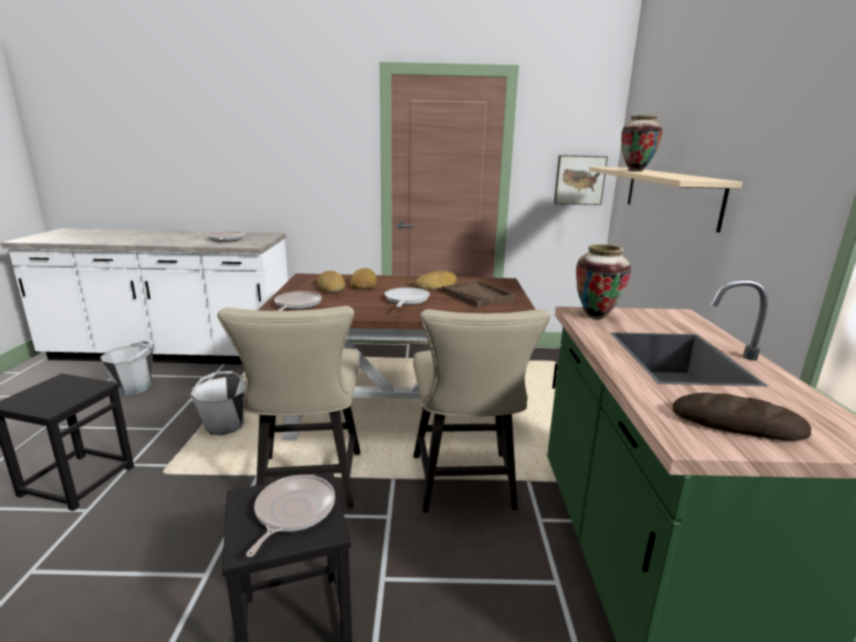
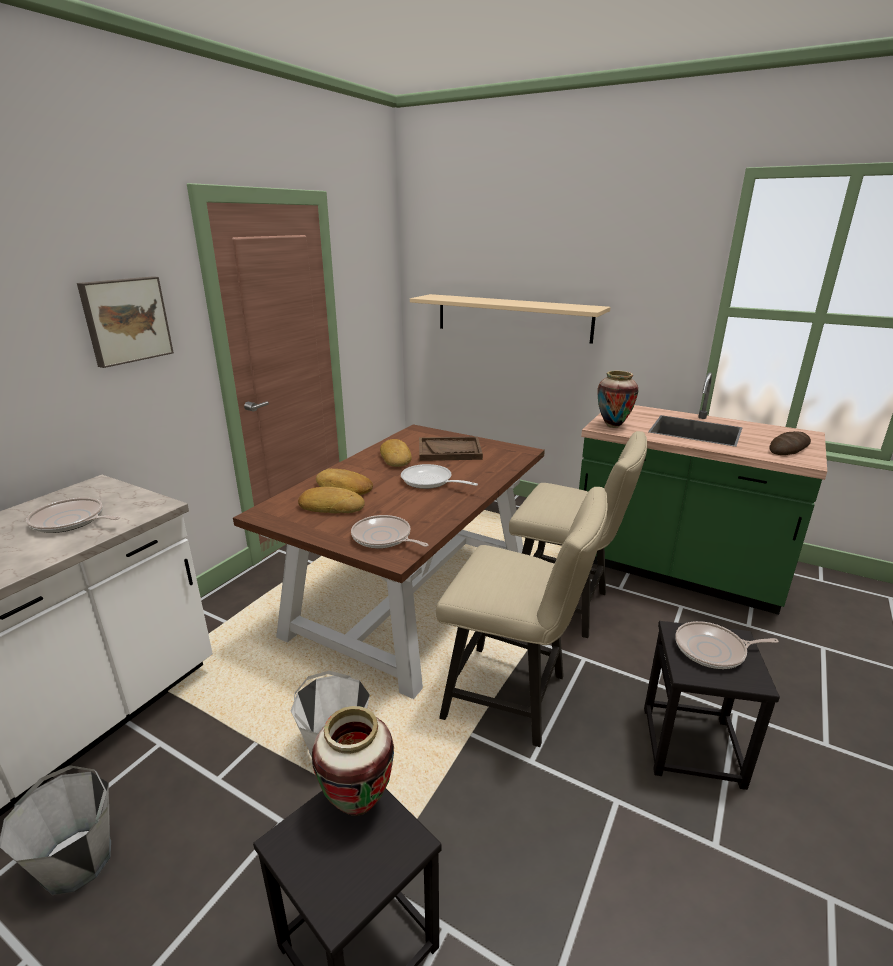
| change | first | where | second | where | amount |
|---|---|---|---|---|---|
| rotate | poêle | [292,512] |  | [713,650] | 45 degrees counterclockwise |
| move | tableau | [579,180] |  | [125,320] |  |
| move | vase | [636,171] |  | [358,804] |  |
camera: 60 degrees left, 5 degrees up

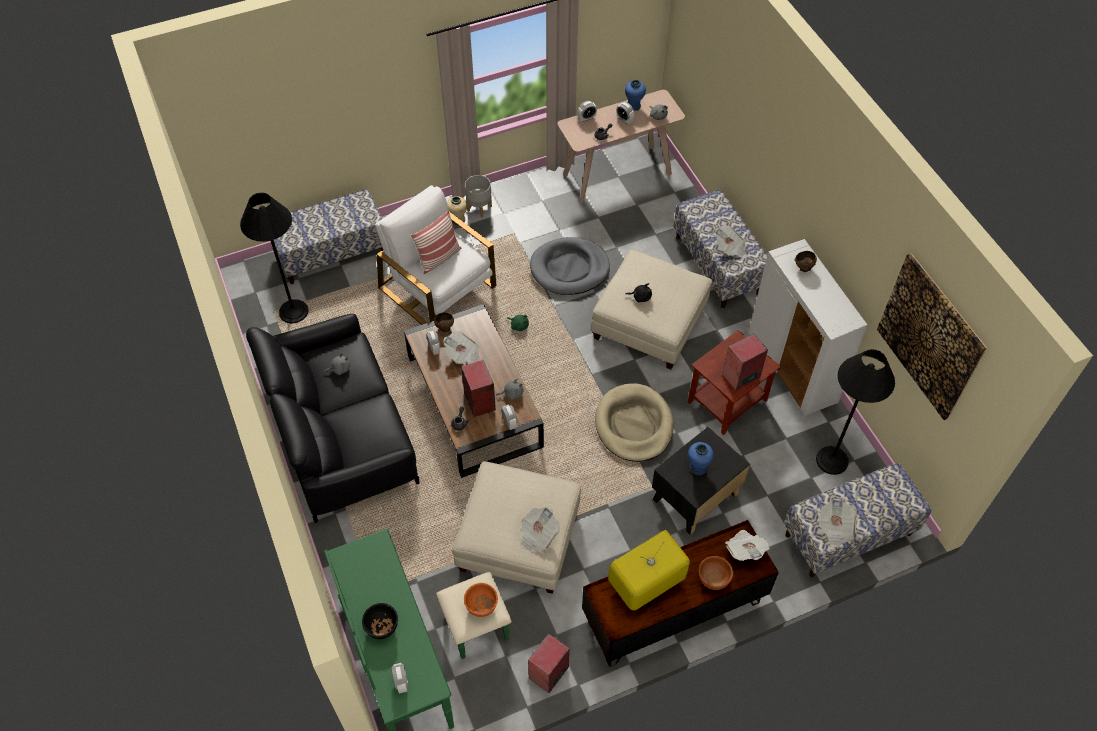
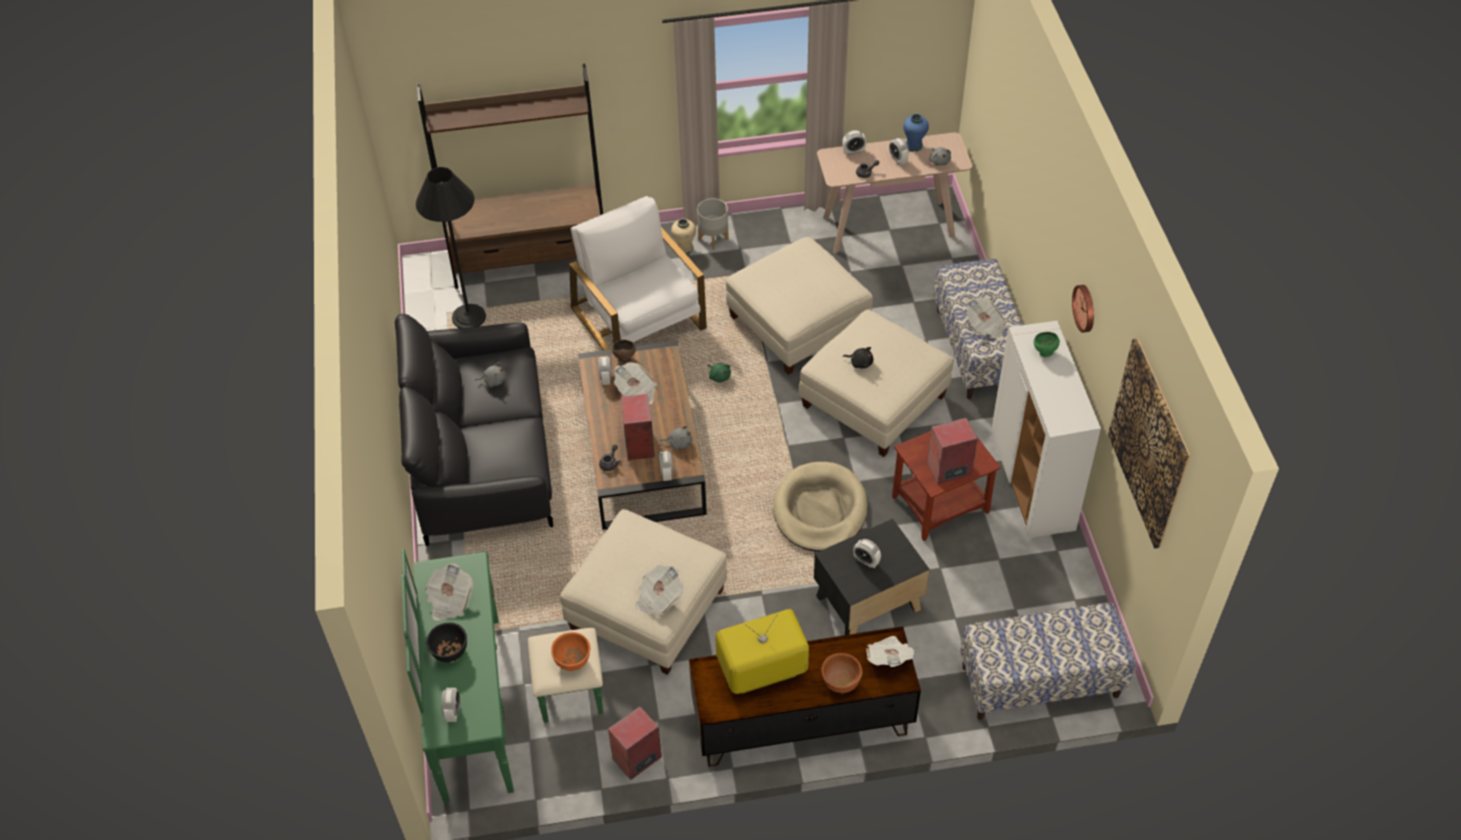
| change | first | where | second | where | amount |
|---|---|---|---|---|---|
| replace | banc | [332,253] | bibliothèque (marron) | [531,261] |  |
| delete | coussin | [439,258] |  |  |  |
| replace | panier pour chien (gris) | [569,268] | pouf (beige) | [798,323] |  |
| replace | vase (bleu) | [698,467] | réveil | [866,561] |  |
| recolor | bol (marron) | [803,268] | bol (vert) | [1044,353] |  |
| delete | lampadaire (noir) | [832,460] |  |  |  |
| move | journal | [835,528] |  | [450,601] |  |
| insert |  |  | horloge murale | [1085,308] |  |
camera: 15 degrees right, 5 degrees down

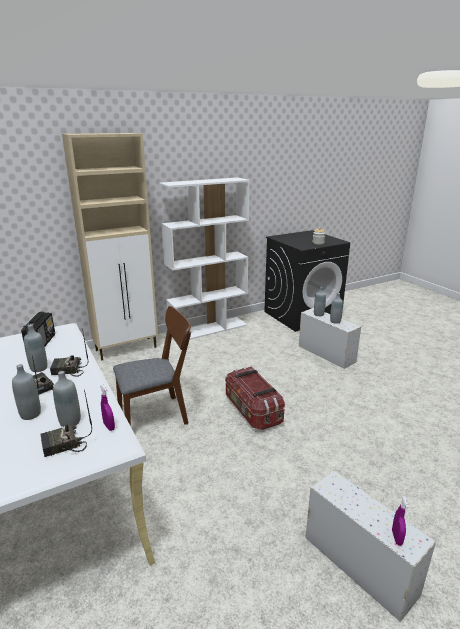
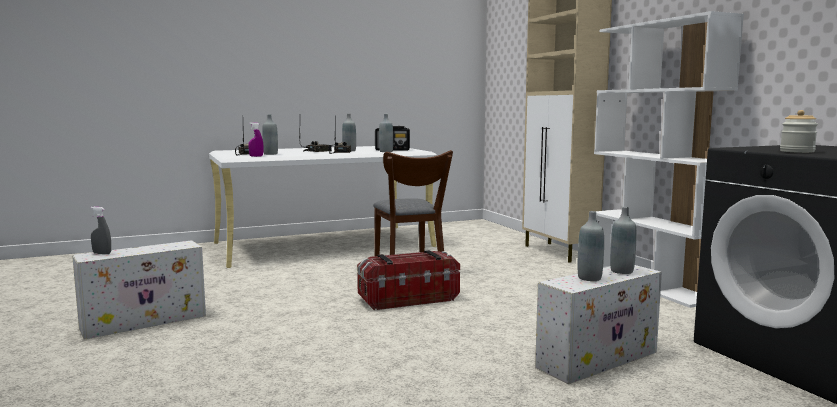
| change | first | where | second | where | amount |
|---|---|---|---|---|---|
| move | bouteille (gris) | [30,414] |  | [386,151] |  |
| recolor | vaporisateur (violet) | [396,538] | vaporisateur (gris) | [102,253] |  |
camera: 95 degrees right, 15 degrees down

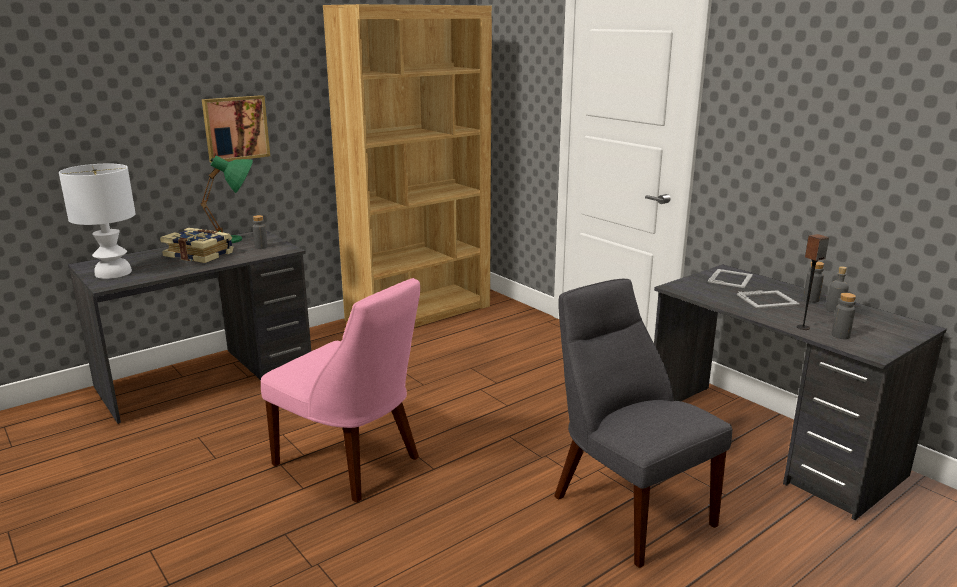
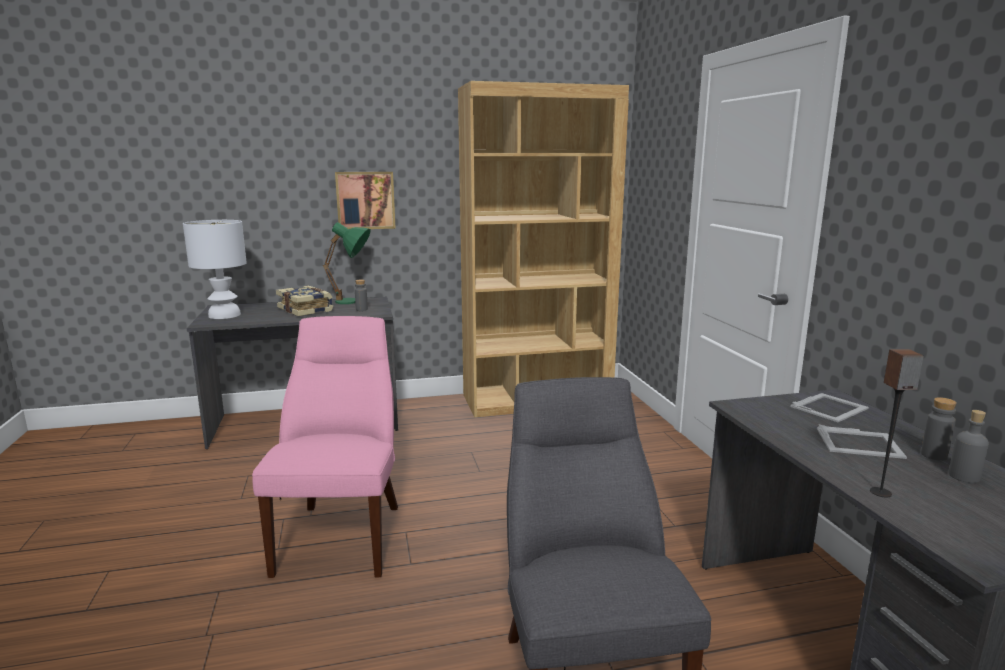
| change | first | where | second | where | amount |
|---|---|---|---|---|---|
| rotate | chaise (rose) | [352,463] |  | [342,535] | 150 degrees counterclockwise |
| delete | bouteille (gris) | [840,335] |  |  |  |
camera: 25 degrees right, 5 degrees down

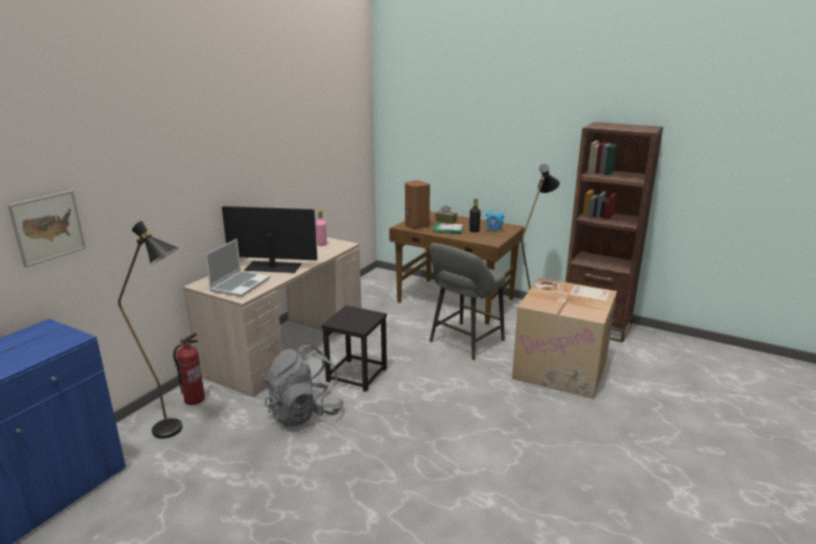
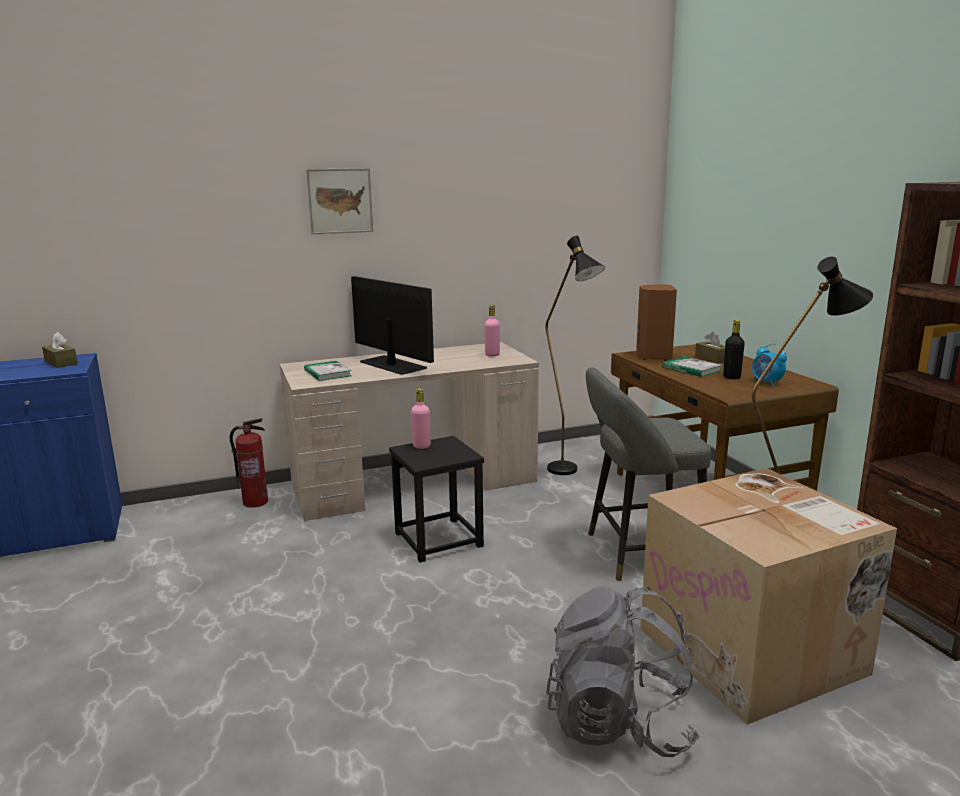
| change | first | where | second | where | amount |
|---|---|---|---|---|---|
| move | tableau | [48,227] |  | [340,201] |  |
| move | lampadaire (noir) | [177,431] |  | [569,473] |  |
| replace | ordinateur portable | [240,285] | livre | [327,373] |  |
| move | sac à dos (gris) | [304,413] |  | [619,723] |  |
| insert |  |  | boîte à mouchoirs (marron) | [61,363] |  |
| insert |  |  | bouteille (rose) | [421,446] |  |
camera: 40 degrees right, 5 degrees down

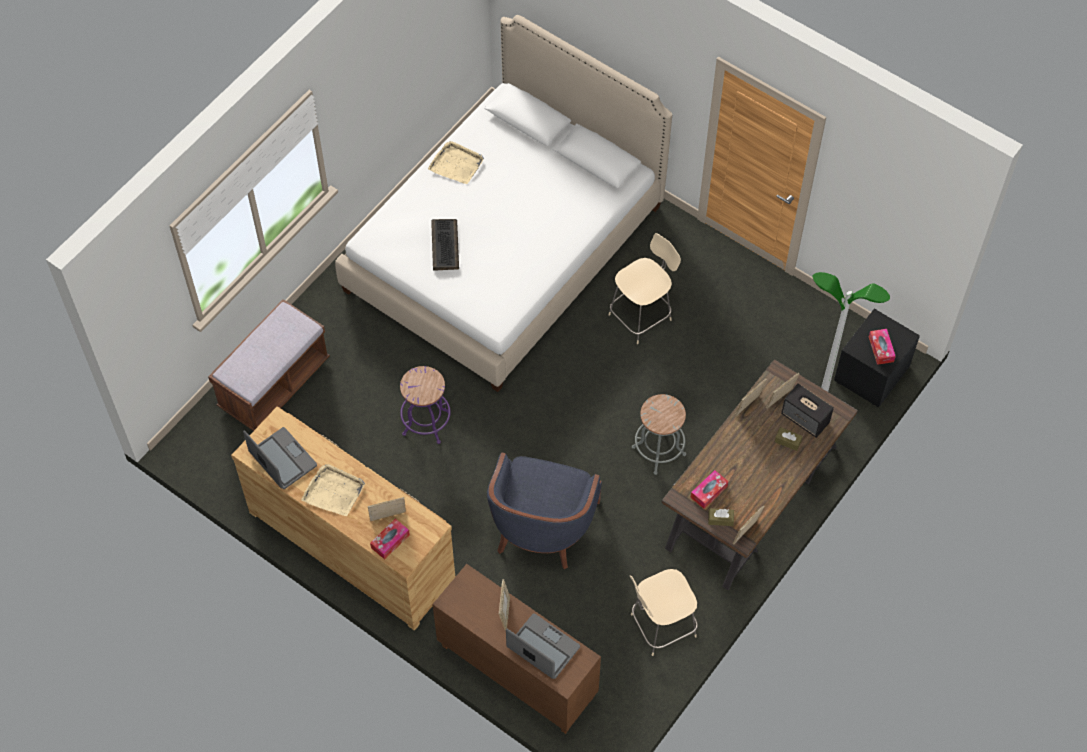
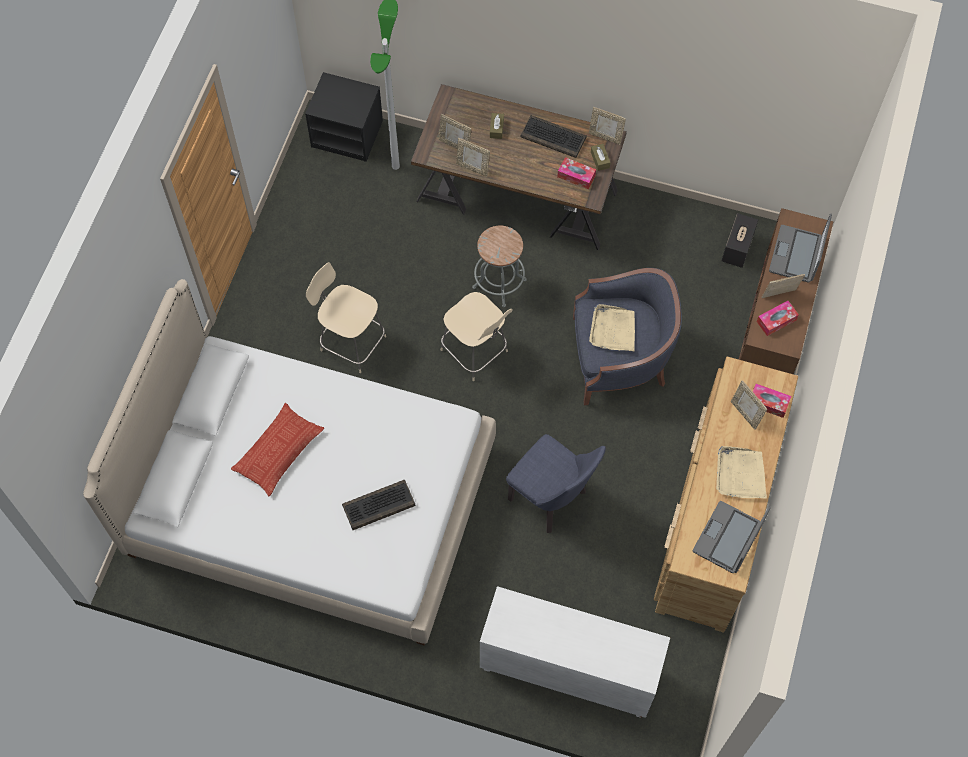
| change | first | where | second | where | amount |
|---|---|---|---|---|---|
| replace | banc (marron) | [274,384] | meuble de rangement (blanc) | [567,671] |  |
| replace | tabouret (violet) | [426,423] | chaise (bleu) | [552,500] |  |
| move | plateau (beige) | [456,164] |  | [613,330] |  |
| move | chaise (beige) | [661,626] |  | [475,352] |  |
| move | enceinte | [805,419] |  | [737,248] |  |
| move | boîte à mouchoirs | [881,349] |  | [776,321] |  |
| insert |  |  | coussin | [278,451] |  |
| insert |  |  | clavier | [554,137] |  |
camera: 110 degrees left, 5 degrees up

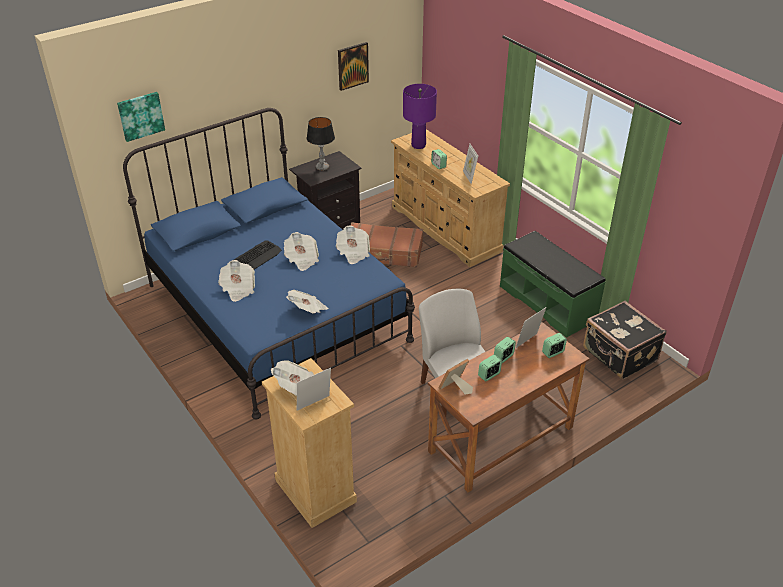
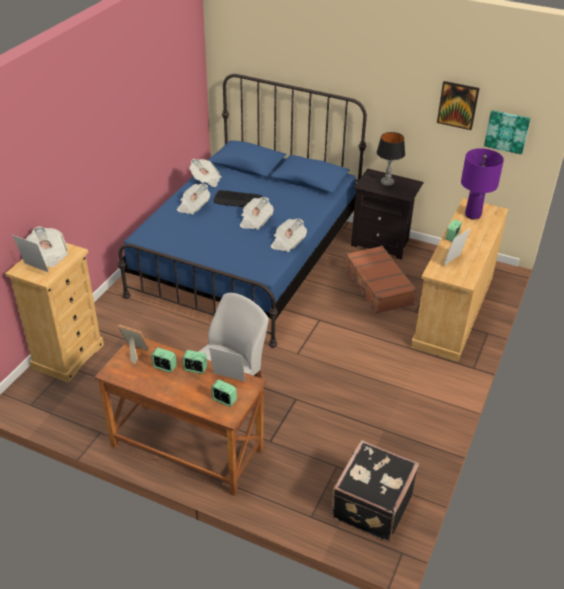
| change | first | where | second | where | amount |
|---|---|---|---|---|---|
| move | tableau | [140,116] |  | [507,131] |  |
| move | journal | [308,310] |  | [206,180] |  |
| delete | banc (vert) | [547,302] |  |  |  |
camera: 60 degrees right, 0 degrees up

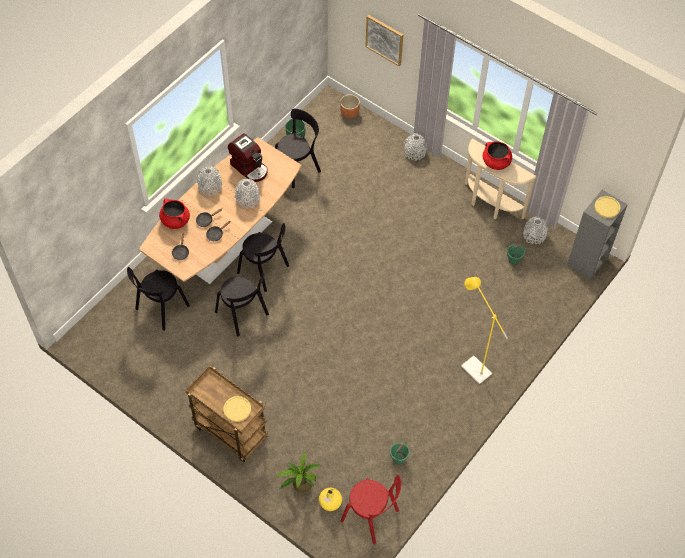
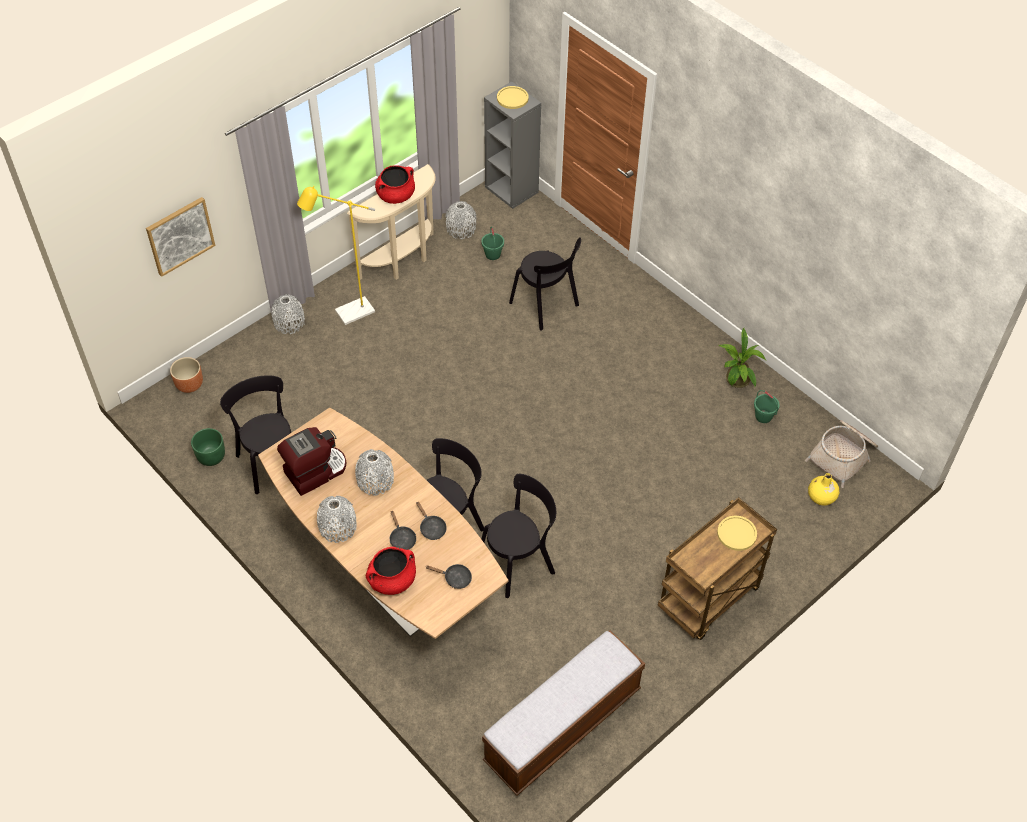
| change | first | where | second | where | amount |
|---|---|---|---|---|---|
| move | chaise (noir) | [160,309] |  | [546,306] |  |
| move | plante en pot | [299,484] |  | [737,382] |  |
| replace | chaise (rouge) | [372,517] | panier | [843,456] |  |
| move | lampadaire (jaune) | [472,366] |  | [348,314] |  |
| insert |  |  | banc | [562,726] |  |
camera: 80 degrees left, 5 degrees down

